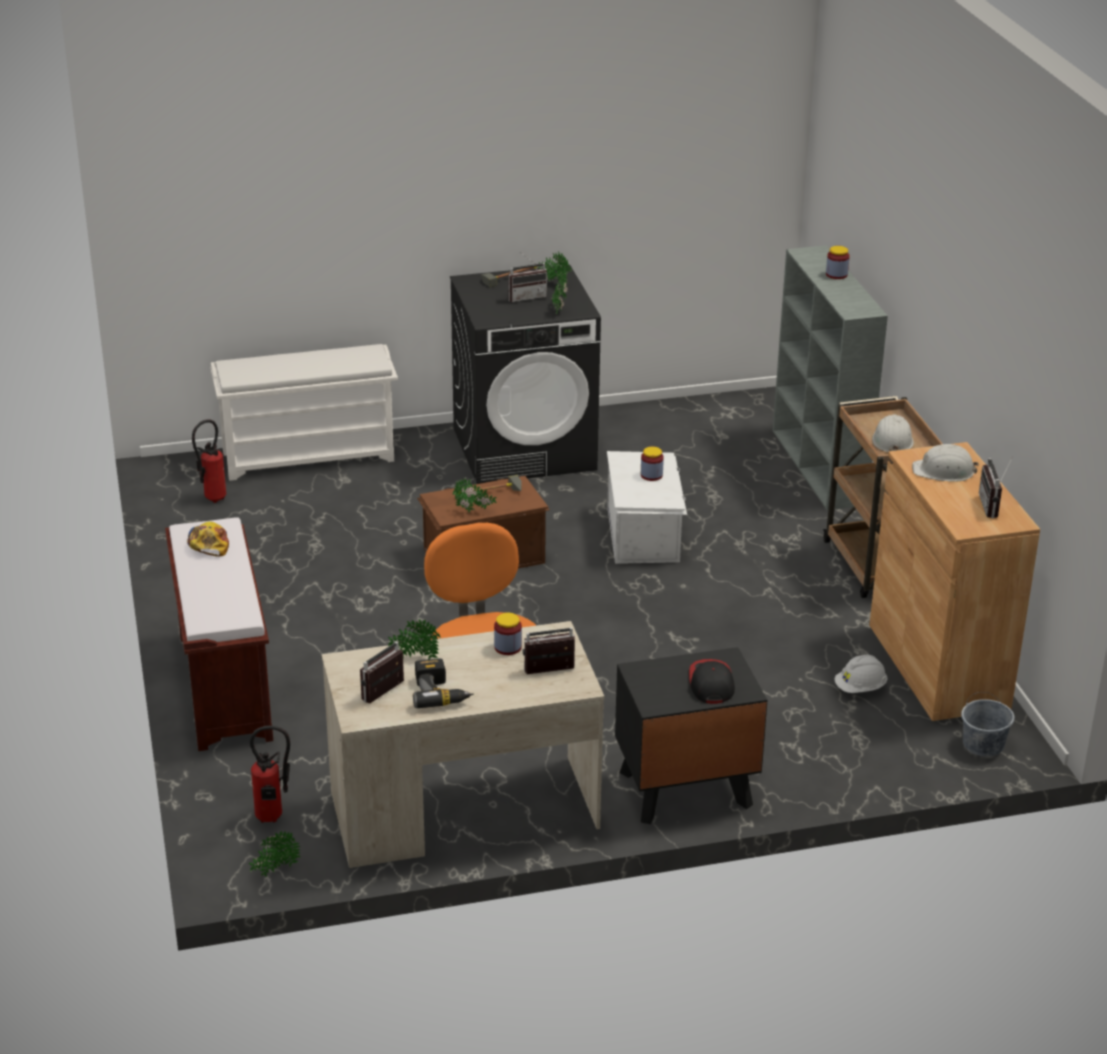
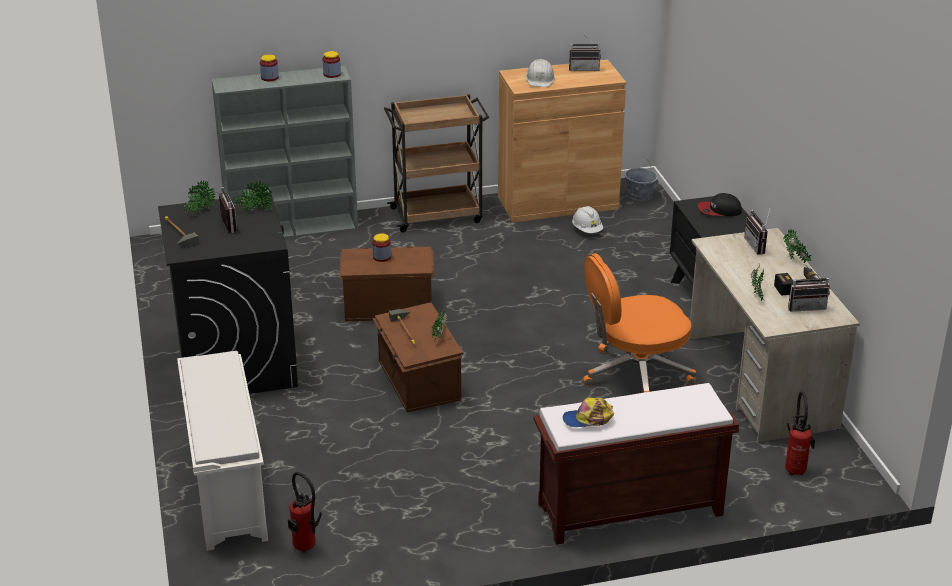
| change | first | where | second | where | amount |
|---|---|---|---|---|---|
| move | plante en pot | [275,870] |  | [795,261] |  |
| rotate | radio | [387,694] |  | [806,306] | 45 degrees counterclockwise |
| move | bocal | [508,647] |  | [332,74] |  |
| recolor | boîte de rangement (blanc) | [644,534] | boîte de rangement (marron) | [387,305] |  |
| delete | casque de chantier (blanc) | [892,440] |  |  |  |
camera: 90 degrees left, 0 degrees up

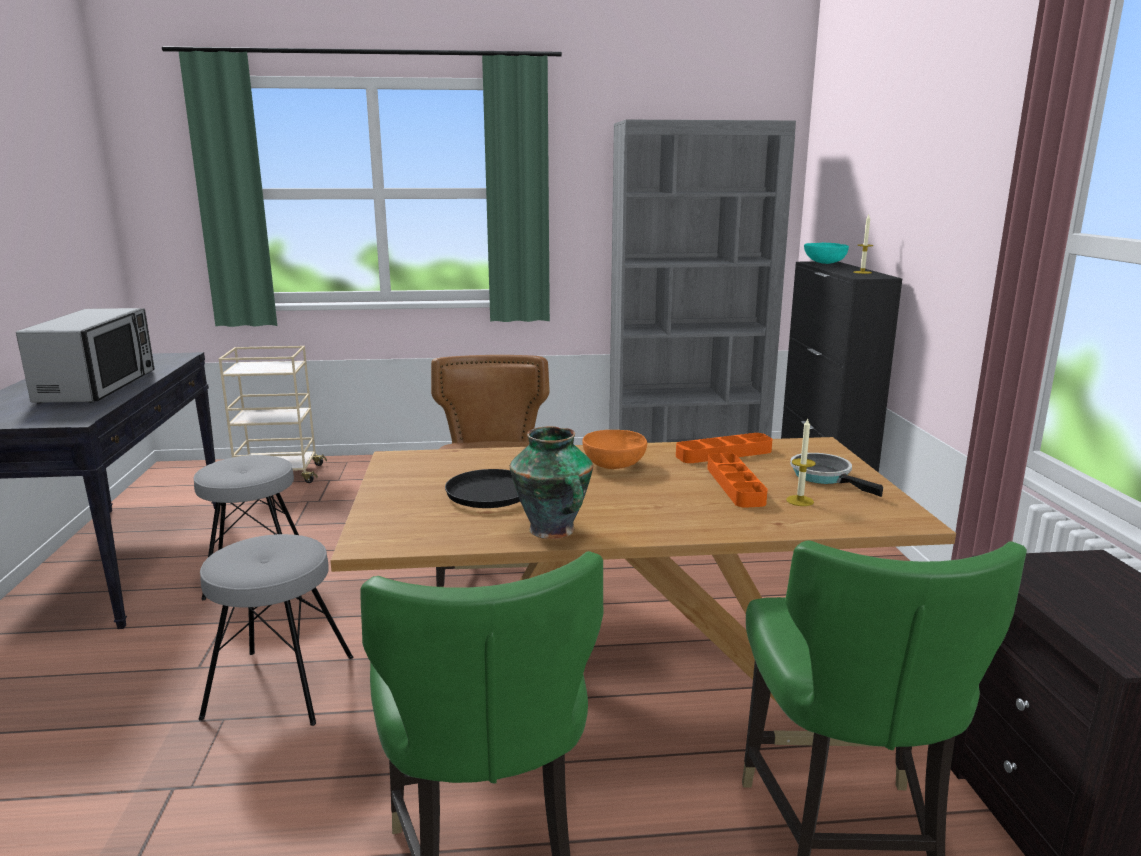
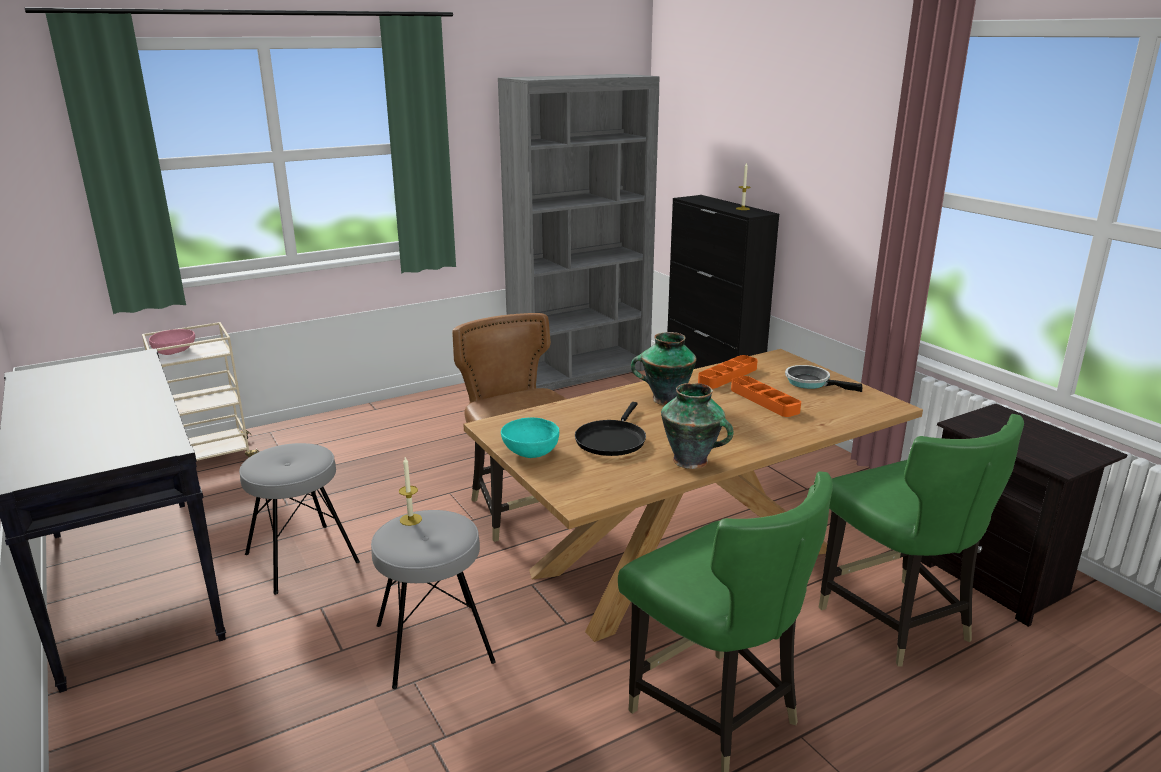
| change | first | where | second | where | amount |
|---|---|---|---|---|---|
| delete | micro-ondes | [98,386] |  |  |  |
| replace | bol (orange) | [614,464] | vase | [665,399] |  |
| move | bougie | [800,501] |  | [411,519] |  |
| move | bol (turquoise) | [824,263] |  | [530,452] |  |
| insert |  |  | bol (rose) | [175,352] |  |
camera: 25 degrees left, 5 degrees up

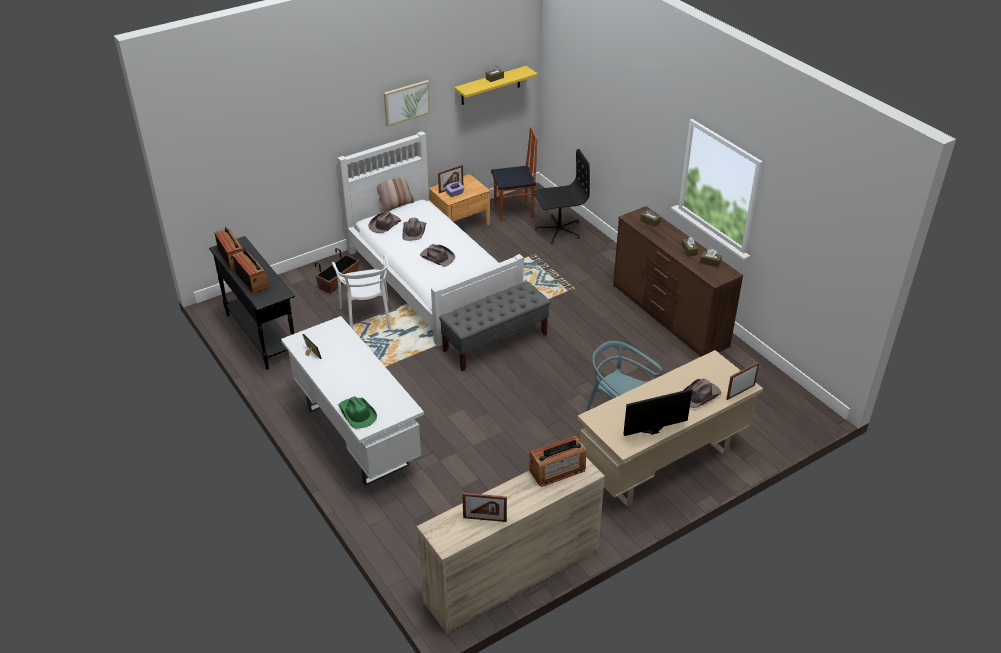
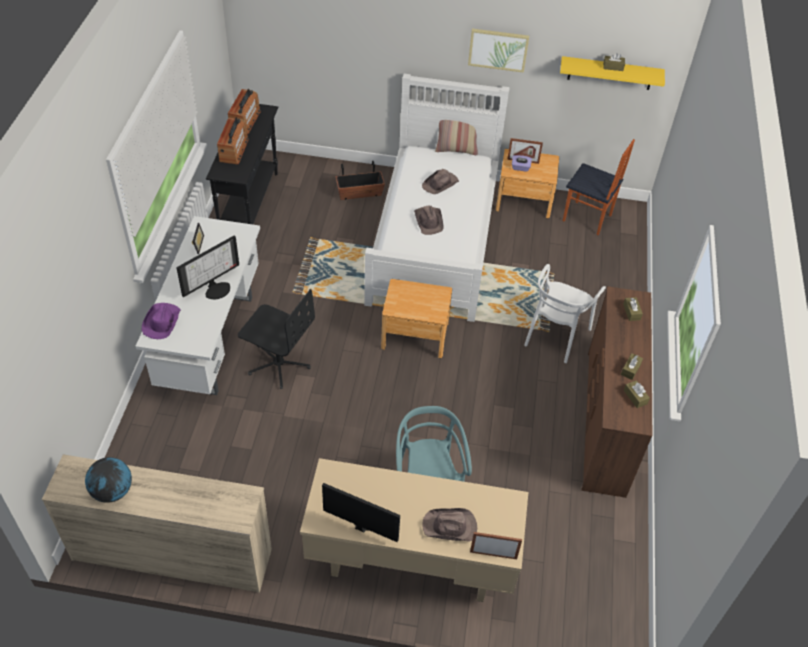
| change | first | where | second | where | amount |
|---|---|---|---|---|---|
| move | chaise (blanc) | [367,317] |  | [555,335] |  |
| recolor | chapeau (vert) | [357,414] | chapeau (violet) | [161,322] |  |
| delete | chapeau (marron) | [384,224] |  |  |  |
| replace | banc (gris) | [495,342] | table de chevet (marron) | [415,335] |  |
| replace | cadre photo | [484,519] | globe | [113,491] |  |
| delete | radio | [557,470] |  |  |  |
| move | chaise de bureau (noir) | [558,230] |  | [278,363] |  |
| insert |  |  | écran d'ordinateur | [216,289] |  |
camera: 40 degrees right, 10 degrees up

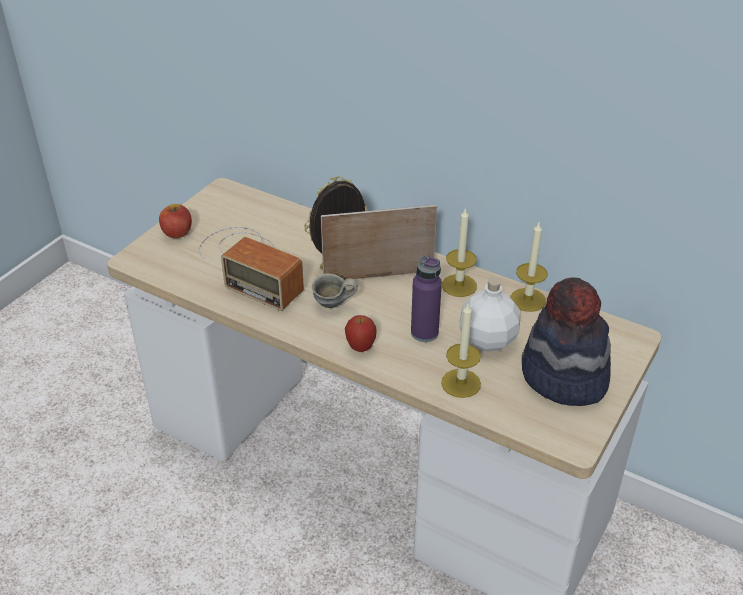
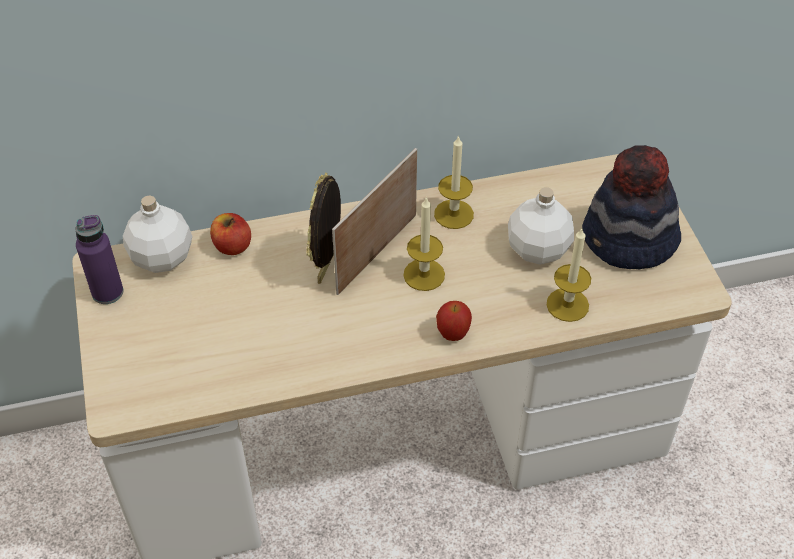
| change | first | where | second | where | amount |
|---|---|---|---|---|---|
| move | pomme | [177,233] |  | [232,246] |  |
| delete | radio | [250,264] |  |  |  |
| delete | mug (gris) | [333,306] |  |  |  |
| move | bouteille (violet) | [424,333] |  | [107,292] |  |
| move | bougie | [527,300] |  | [424,274] |  |
| insert |  |  | bouteille (blanc) | [162,257] |  |
camera: 45 degrees left, 10 degrees up

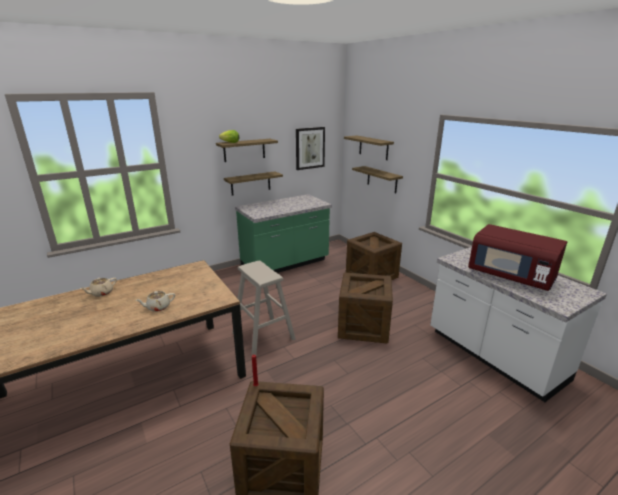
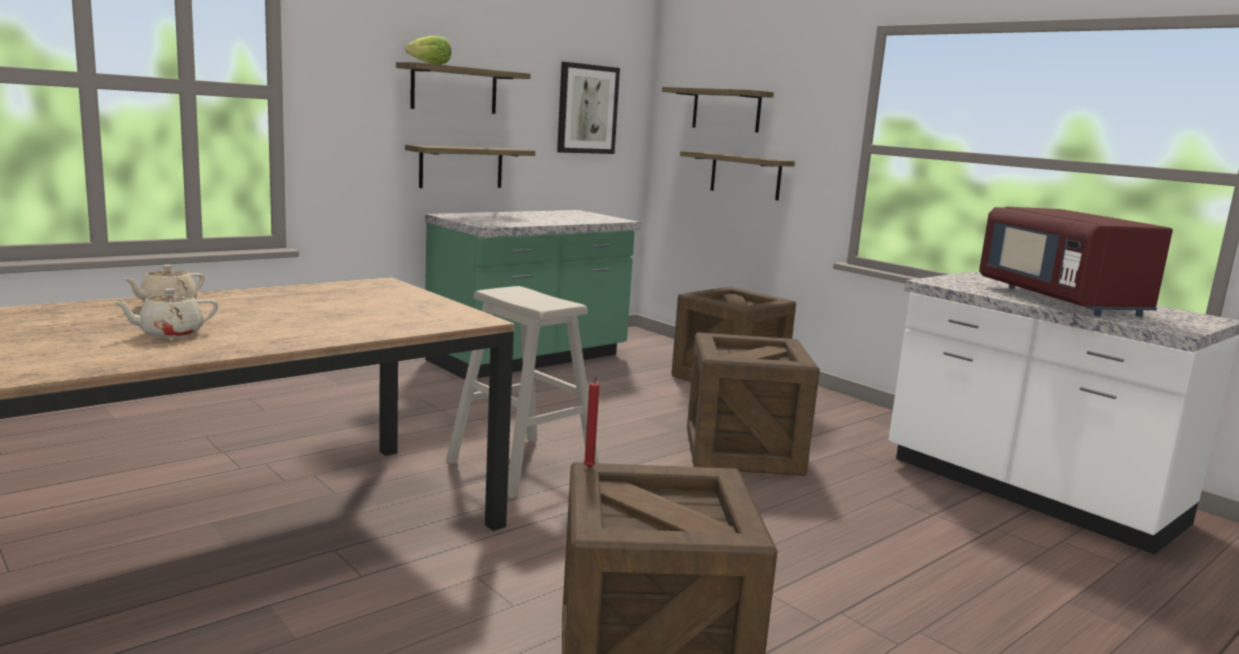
| change | first | where | second | where | amount |
|---|---|---|---|---|---|
| move | théière (beige) | [158,307] |  | [170,333] |  |
| rotate | micro-ondes (rouge) | [511,276] |  | [1061,300] | 45 degrees clockwise |
camera: 10 degrees left, 10 degrees down

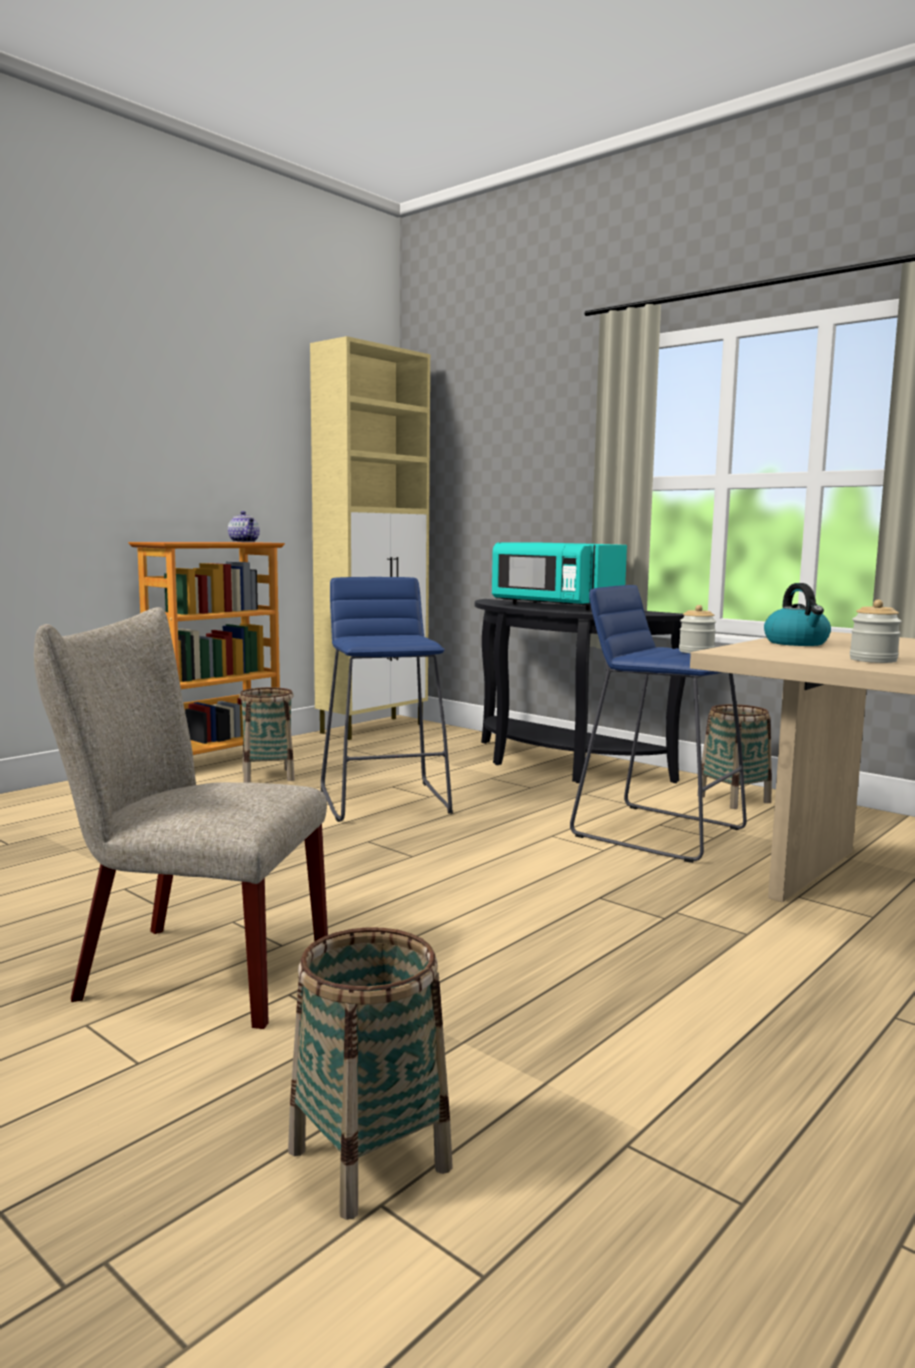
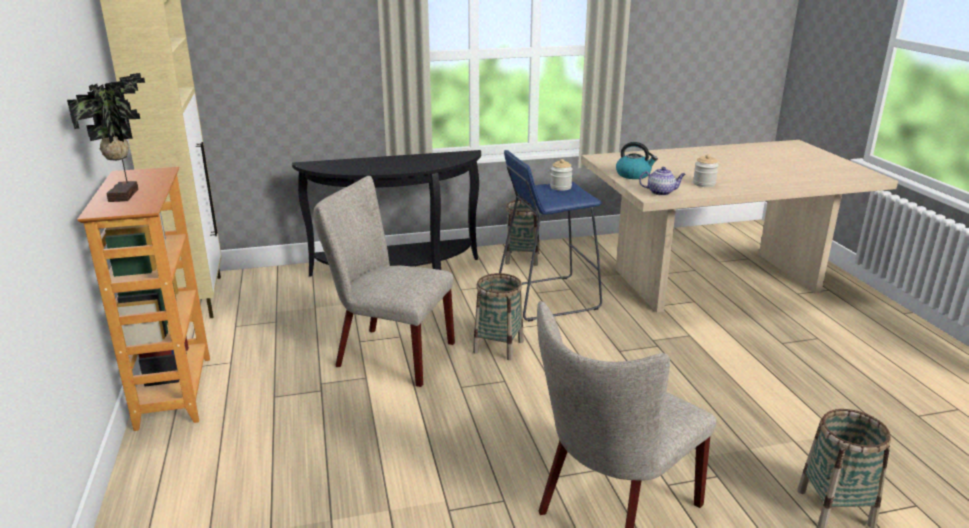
| change | first | where | second | where | amount |
|---|---|---|---|---|---|
| move | théière | [244,542] |  | [661,192] |  |
| move | panier | [268,776] |  | [498,346] |  |
| replace | tabouret (bleu) | [385,800] | chaise (beige) | [388,354] |  |
| delete | micro-ondes (turquoise) | [554,606] |  |  |  |
| insert |  |  | plante en pot | [127,195] |  |
camera: 55 degrees left, 15 degrees up

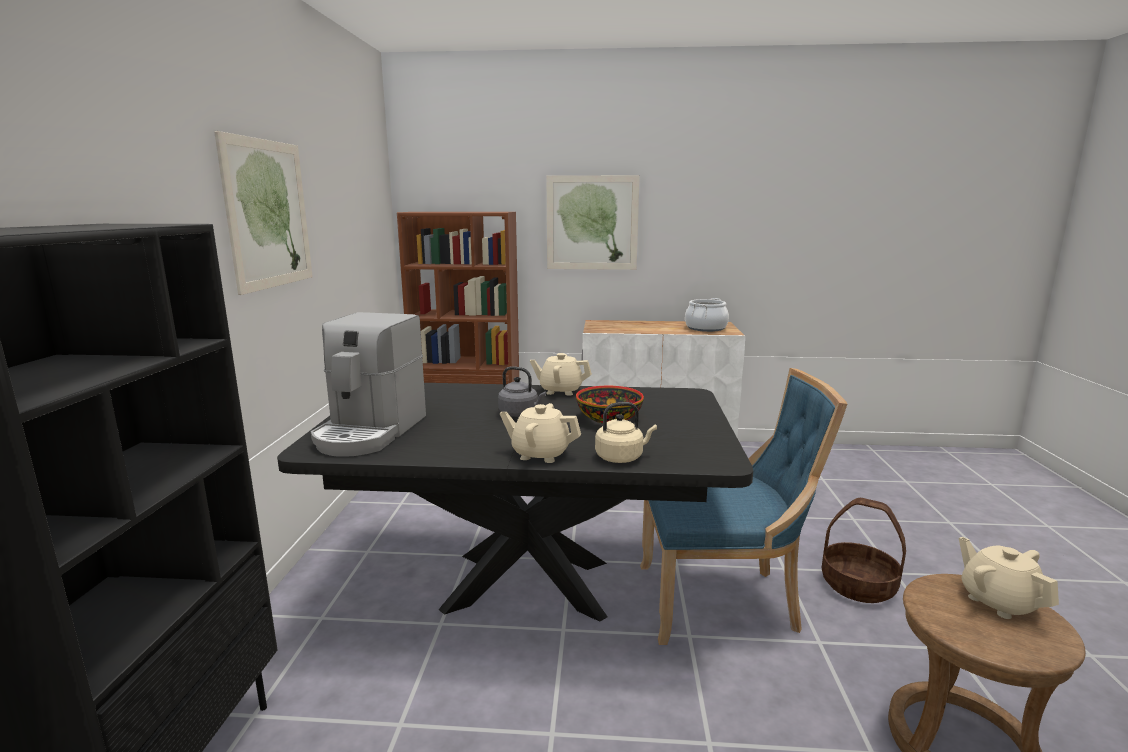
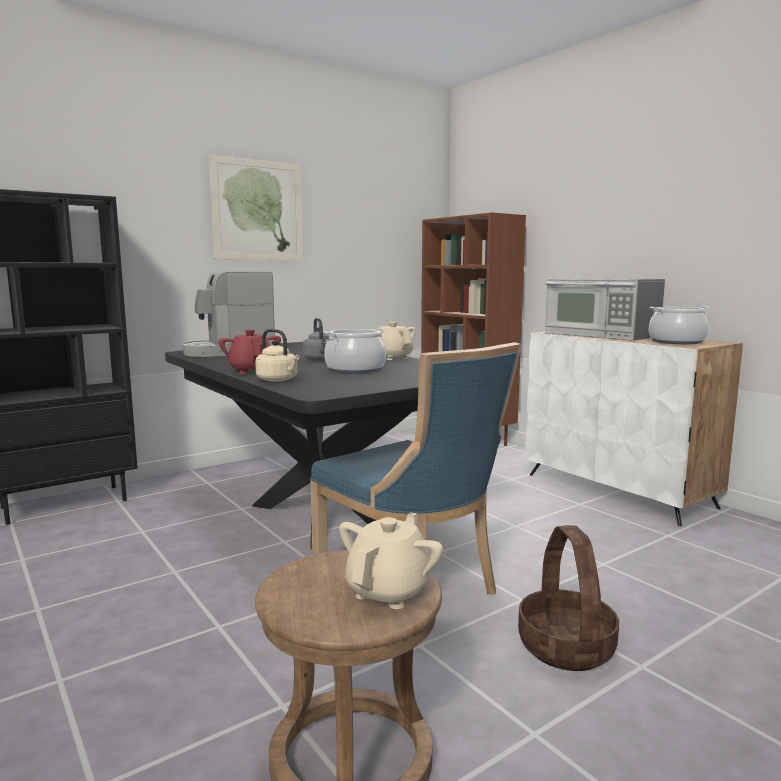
| change | first | where | second | where | amount |
|---|---|---|---|---|---|
| recolor | théière (beige) | [540,454] | théière (rouge) | [251,371] |  |
| delete | tableau | [592,223] |  |  |  |
| replace | bol | [608,418] | marmite | [355,369] |  |
| insert |  |  | micro-ondes | [600,335] |  |
camera: 50 degrees right, 5 degrees down

